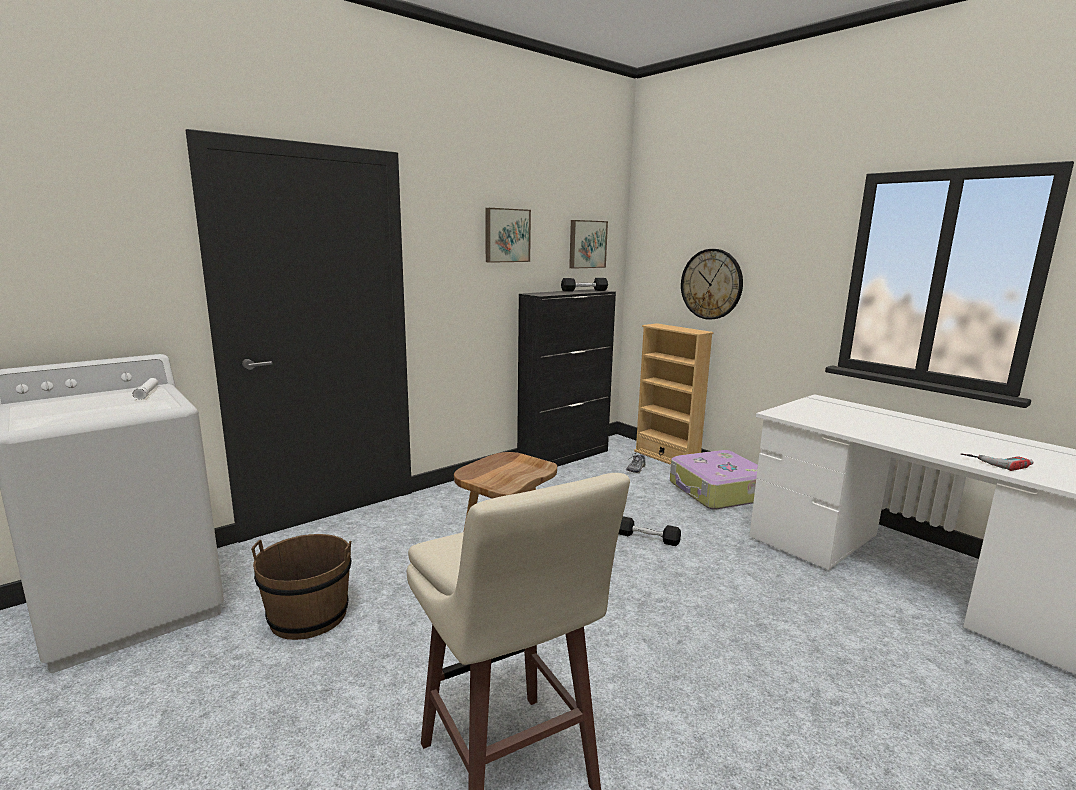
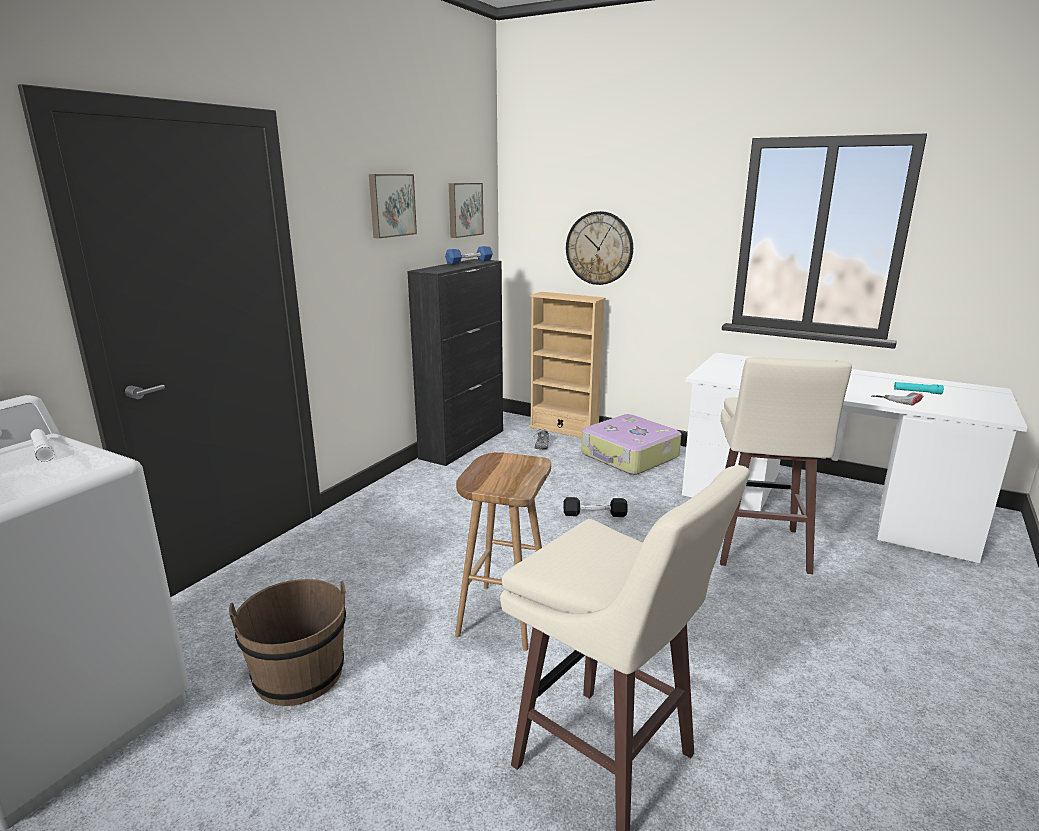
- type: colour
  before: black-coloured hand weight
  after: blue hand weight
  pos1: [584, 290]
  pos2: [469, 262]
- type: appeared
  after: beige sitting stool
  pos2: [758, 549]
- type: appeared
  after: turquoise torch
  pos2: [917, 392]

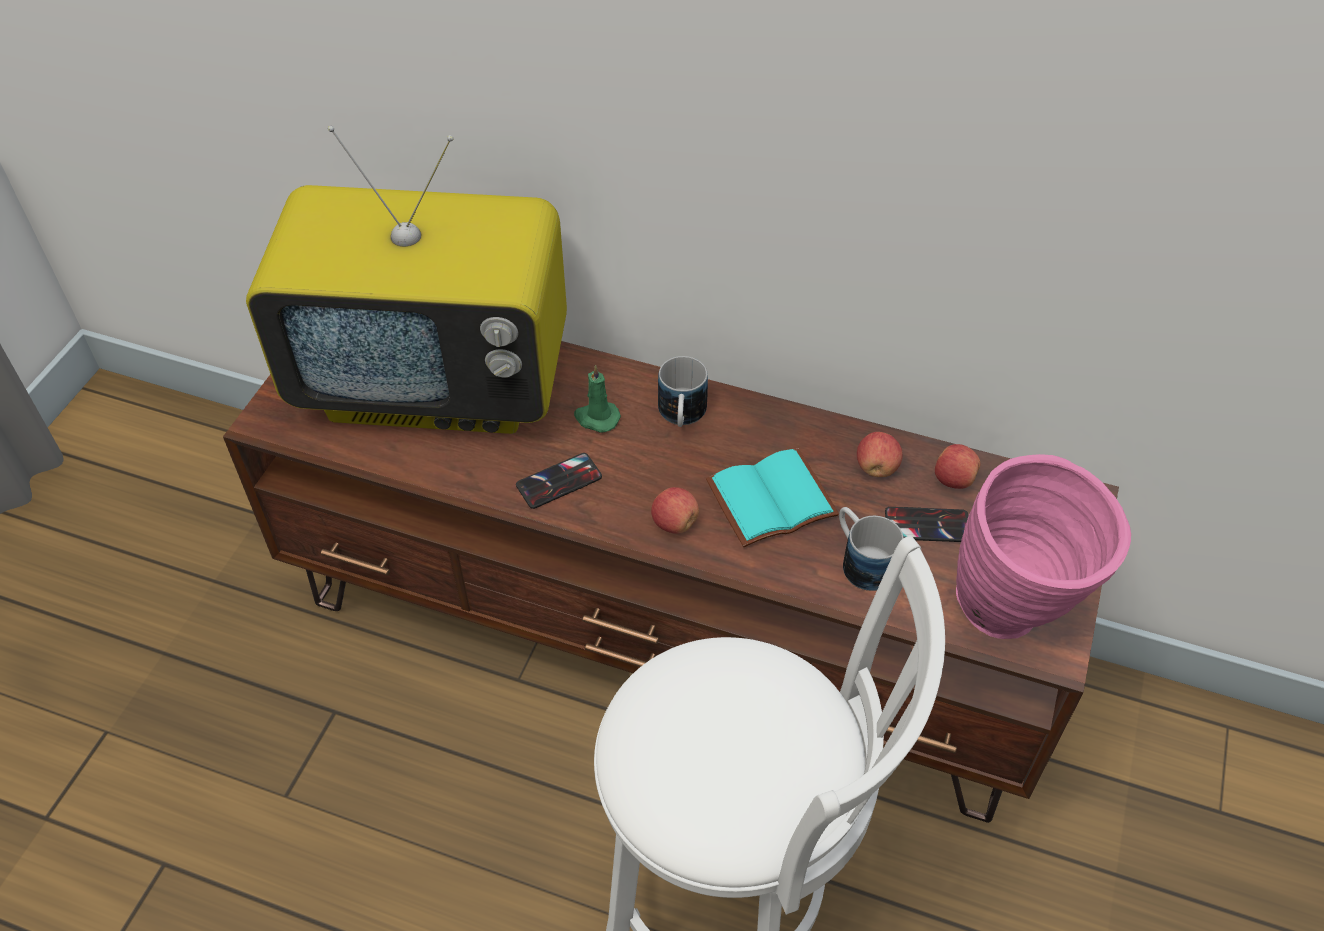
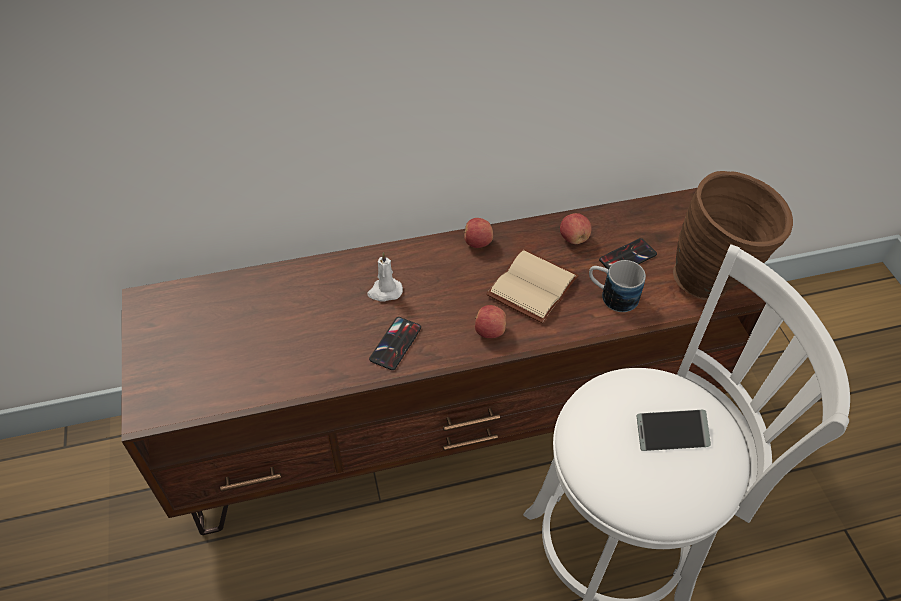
- type: missing
  before: TV set
  pos1: [437, 383]
- type: colour
  before: green-coloured candle
  after: white-coloured candle
  pos1: [596, 418]
  pos2: [384, 291]
- type: missing
  before: coffee mug
  pos1: [681, 416]
- type: colour
  before: turquoise book
  after: beige book
  pos1: [771, 496]
  pos2: [531, 285]
- type: relocated
  before: whole apple
  pos1: [953, 479]
  pos2: [477, 242]
- type: colour
  before: pink-coloured decorative vase
  after: brown decorative vase
  pos1: [1015, 615]
  pos2: [713, 283]
- type: appeared
  after: telephone
  pos2: [671, 434]

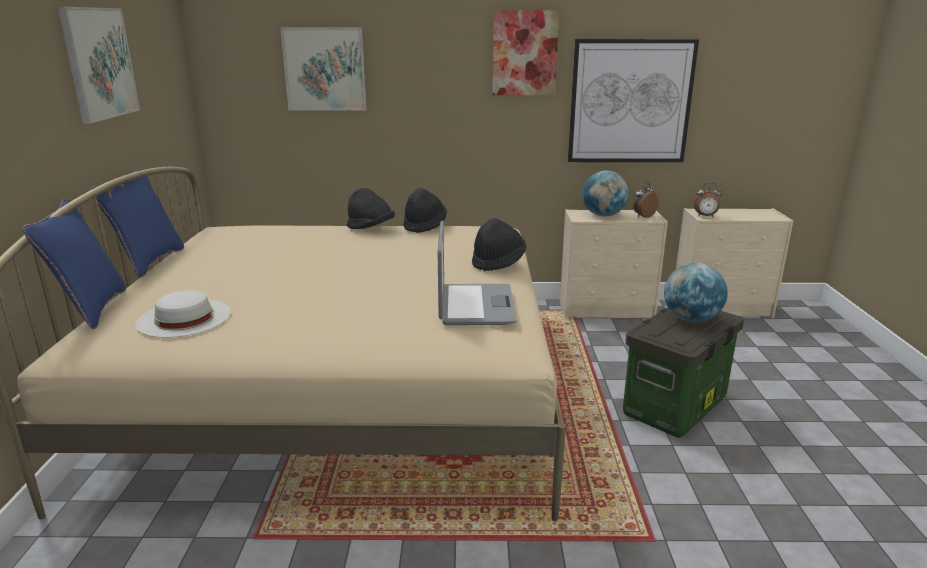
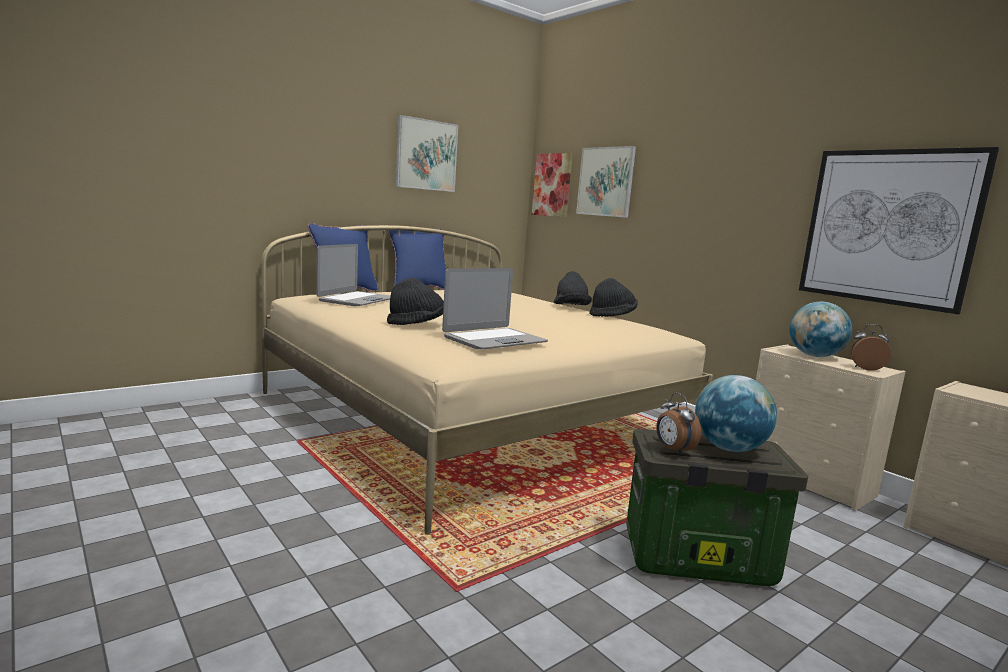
- type: exchanged
  before: white-coloured clothing hat
  after: notebook computer
  pos1: [184, 318]
  pos2: [357, 300]
- type: relocated
  before: black-coloured clothing hat
  pos1: [498, 262]
  pos2: [417, 325]
- type: relocated
  before: picture
  pos1: [524, 53]
  pos2: [552, 185]
- type: relocated
  before: alarm clock
  pos1: [705, 216]
  pos2: [673, 450]

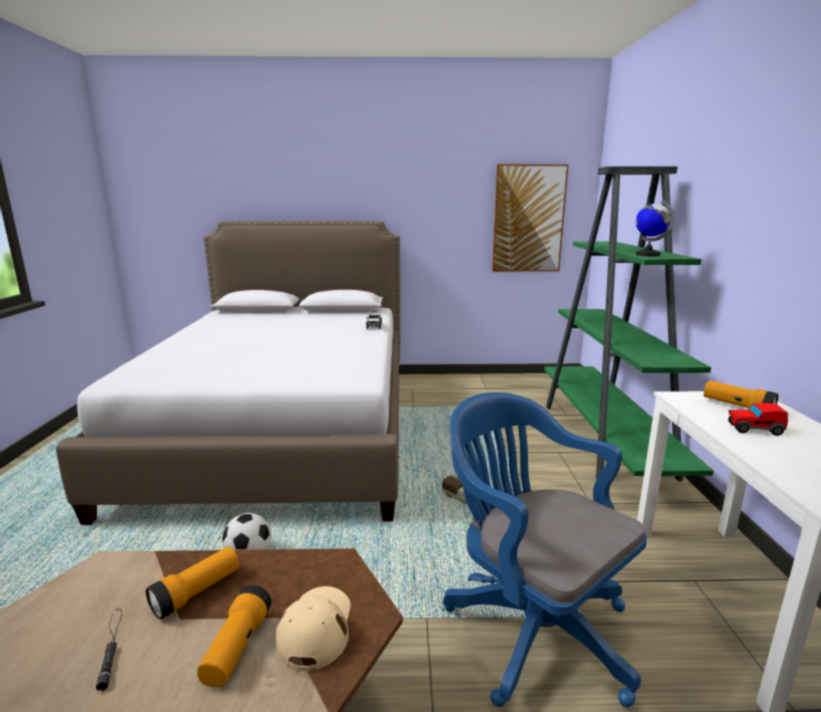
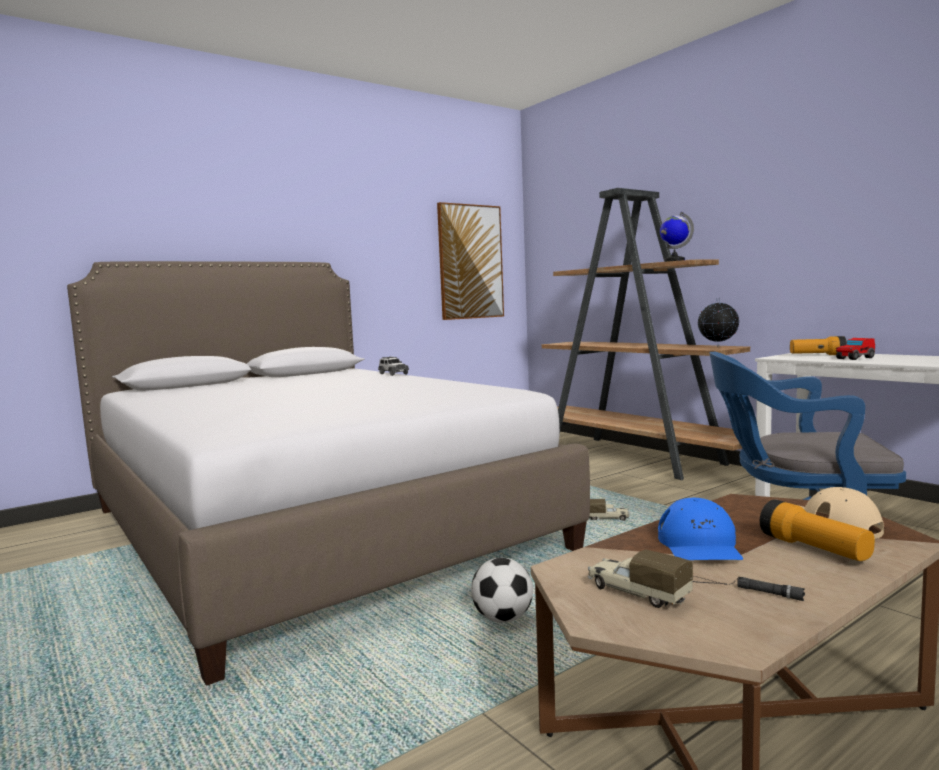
- type: exchanged
  before: torch
  after: blue peaked cap
  pos1: [197, 592]
  pos2: [700, 545]
- type: colour
  before: green-coloured shelving unit
  after: brown shelving unit
  pos1: [605, 440]
  pos2: [635, 457]
- type: appeared
  after: model truck
  pos2: [636, 593]
- type: appeared
  after: desk globe
  pos2: [717, 347]

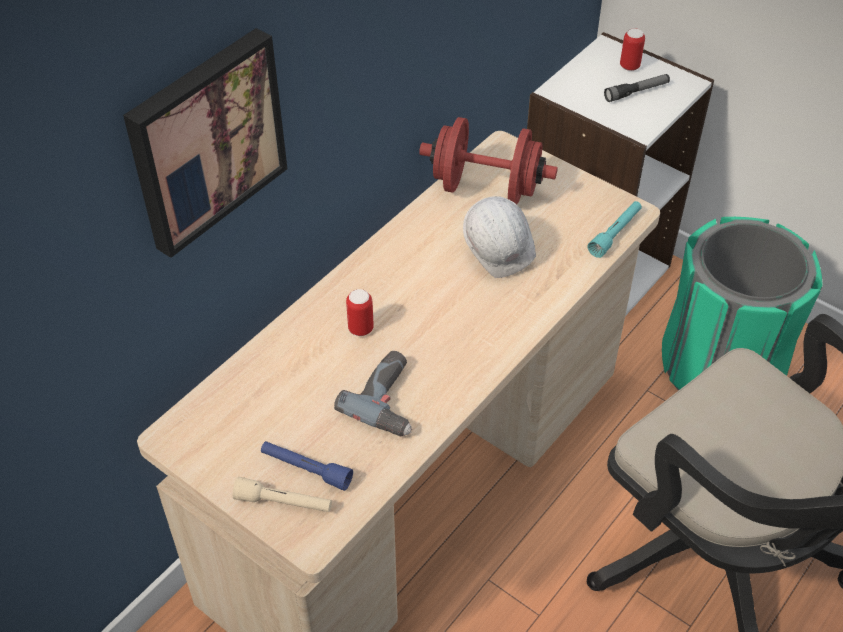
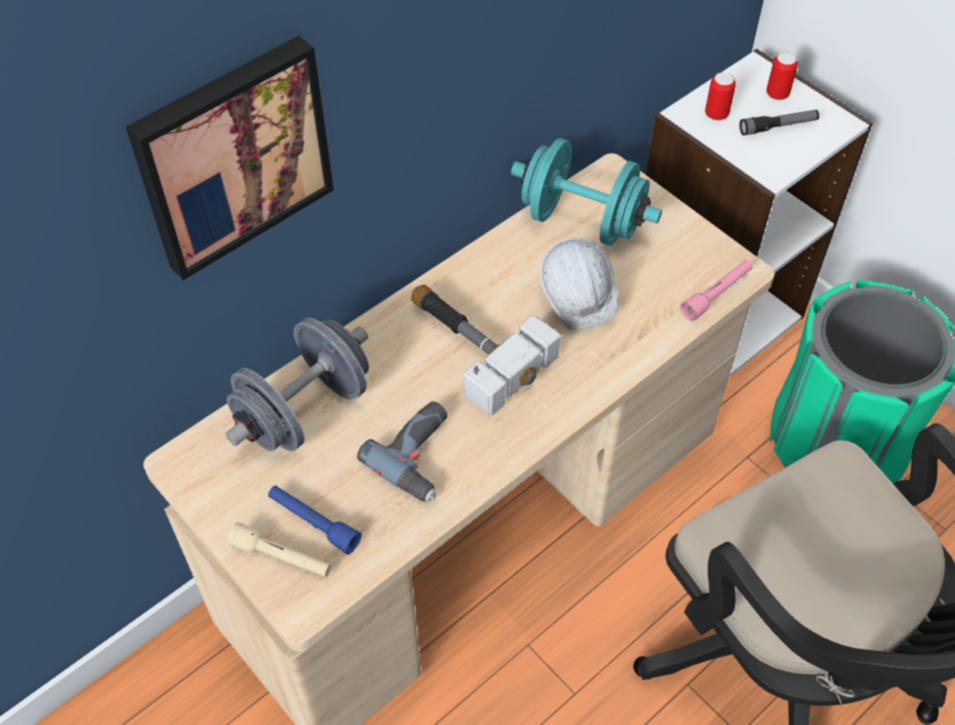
- type: relocated
  before: metal can
  pos1: [361, 329]
  pos2: [716, 114]
- type: colour
  before: red-coloured hand weight
  after: turquoise hand weight
  pos1: [486, 188]
  pos2: [582, 221]
- type: colour
  before: turquoise torch
  after: pink-coloured torch
  pos1: [615, 234]
  pos2: [716, 294]
- type: appeared
  after: greyish hand weight
  pos2: [304, 411]
- type: appeared
  after: hammer
  pos2: [471, 345]

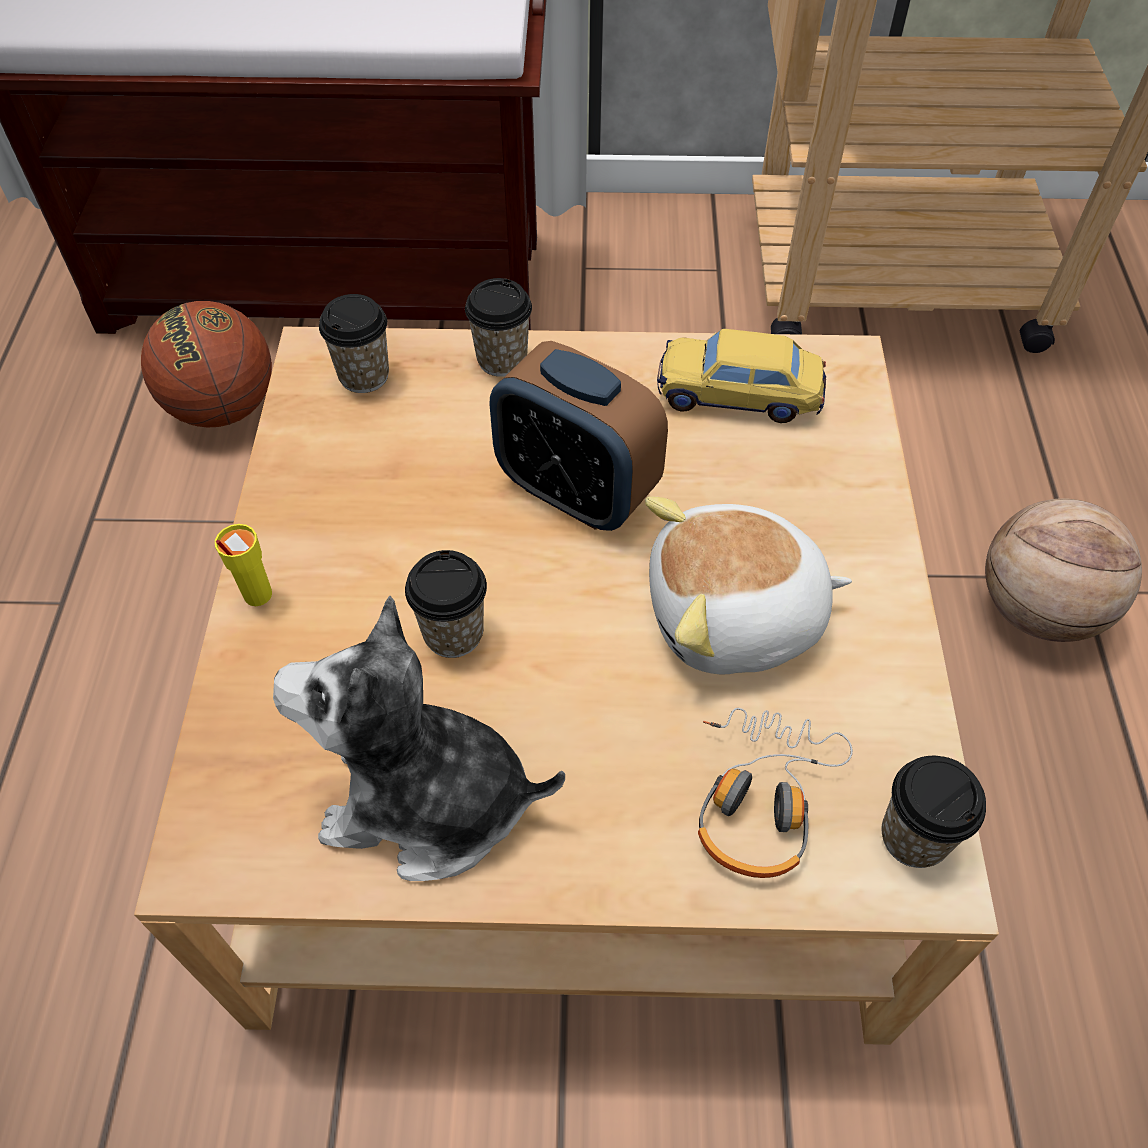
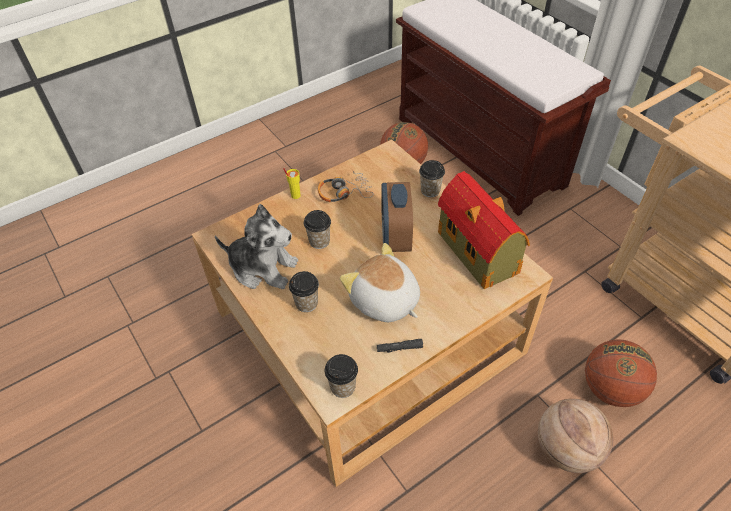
- type: spun
  before: plush toy
  pos1: [427, 802]
  pos2: [263, 268]
  turn: 135
- type: relocated
  before: small cup
  pos1: [364, 376]
  pos2: [306, 303]
- type: exchanged
  before: miniature car
  after: toy house
  pos1: [738, 396]
  pos2: [478, 254]
- type: relocated
  before: headphones
  pos1: [760, 799]
  pos2: [344, 192]
- type: appeared
  after: black-coloured torch
  pos2: [399, 348]
- type: appeared
  after: ball for basketball
  pos2: [610, 389]

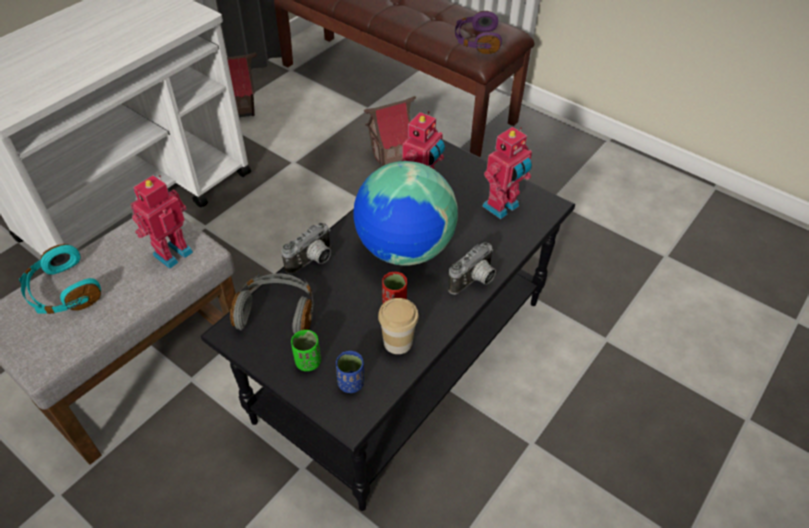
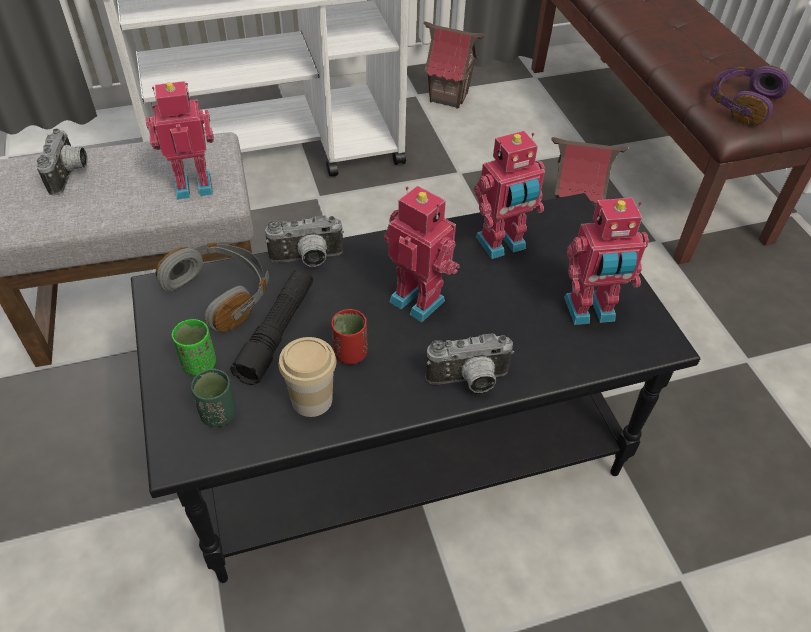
- type: exchanged
  before: turquoise headphones
  after: still camera
  pos1: [63, 292]
  pos2: [71, 175]
- type: colour
  before: blue small cup
  after: green-coloured small cup
  pos1: [351, 383]
  pos2: [219, 414]
- type: exchanged
  before: desk globe
  after: robot figure
  pos1: [404, 249]
  pos2: [419, 299]
- type: appeared
  after: black-coloured torch
  pos2: [277, 333]

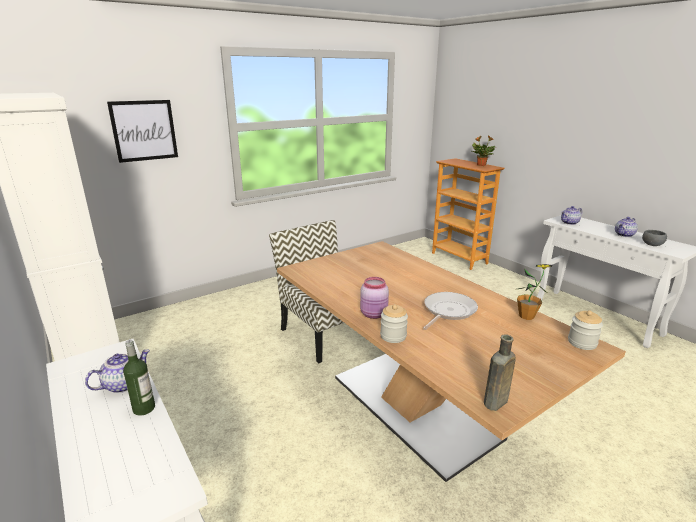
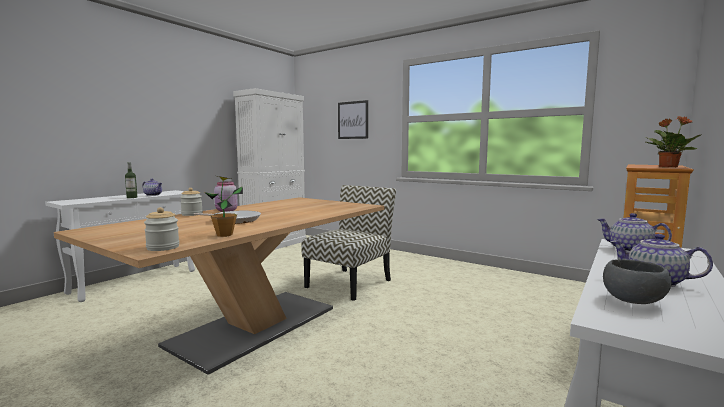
- type: missing
  before: brown bottle
  pos1: [494, 403]

